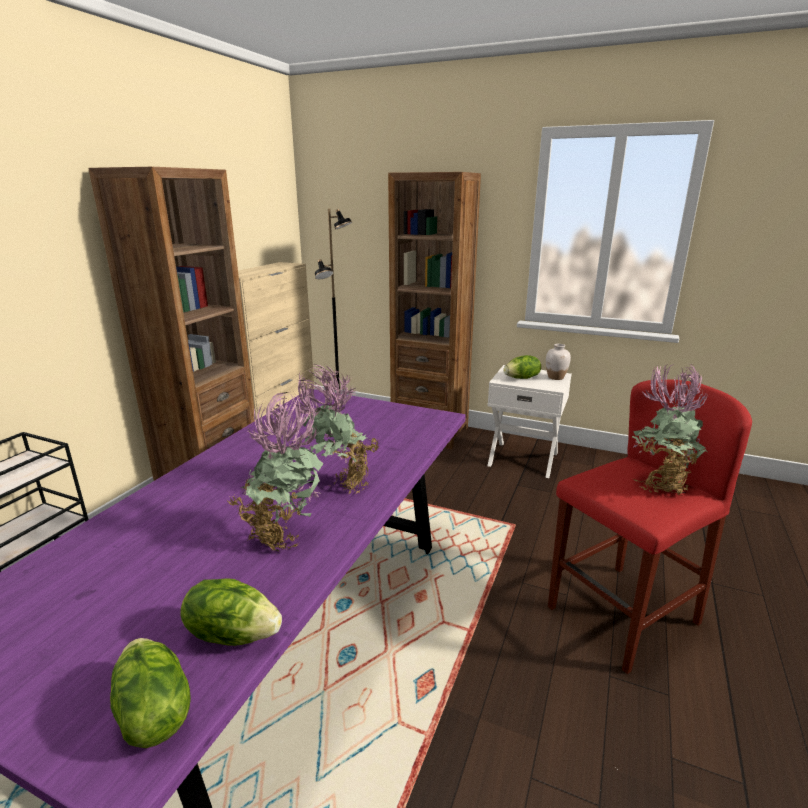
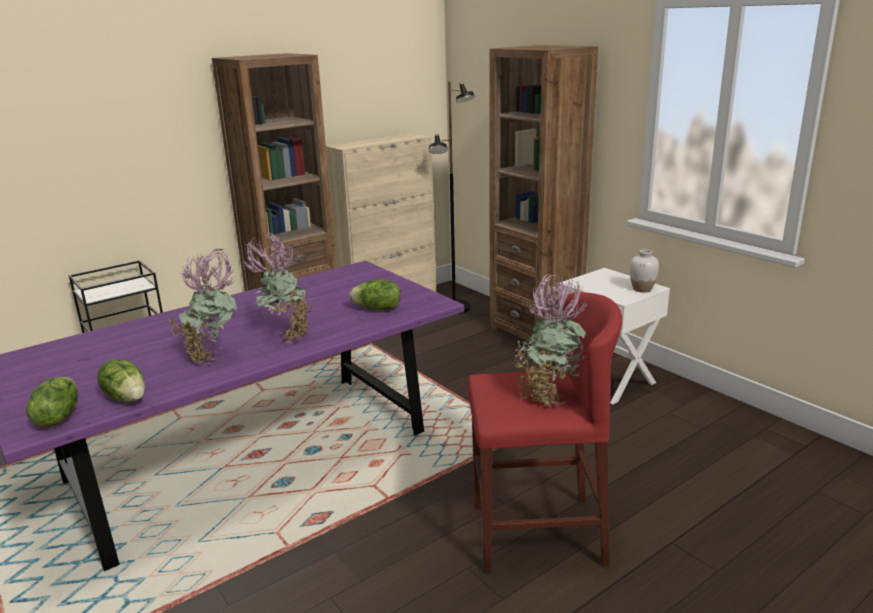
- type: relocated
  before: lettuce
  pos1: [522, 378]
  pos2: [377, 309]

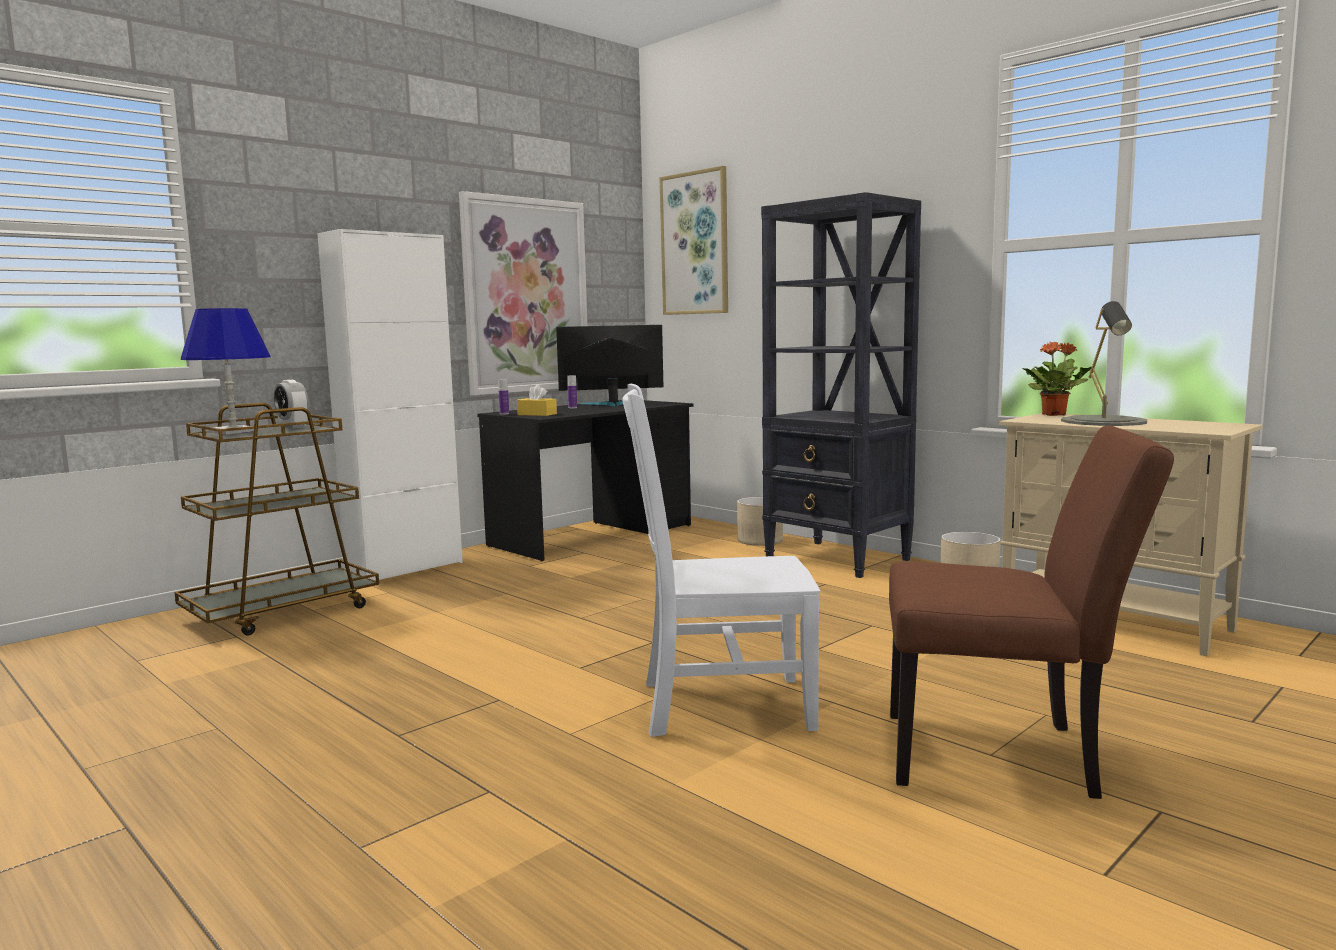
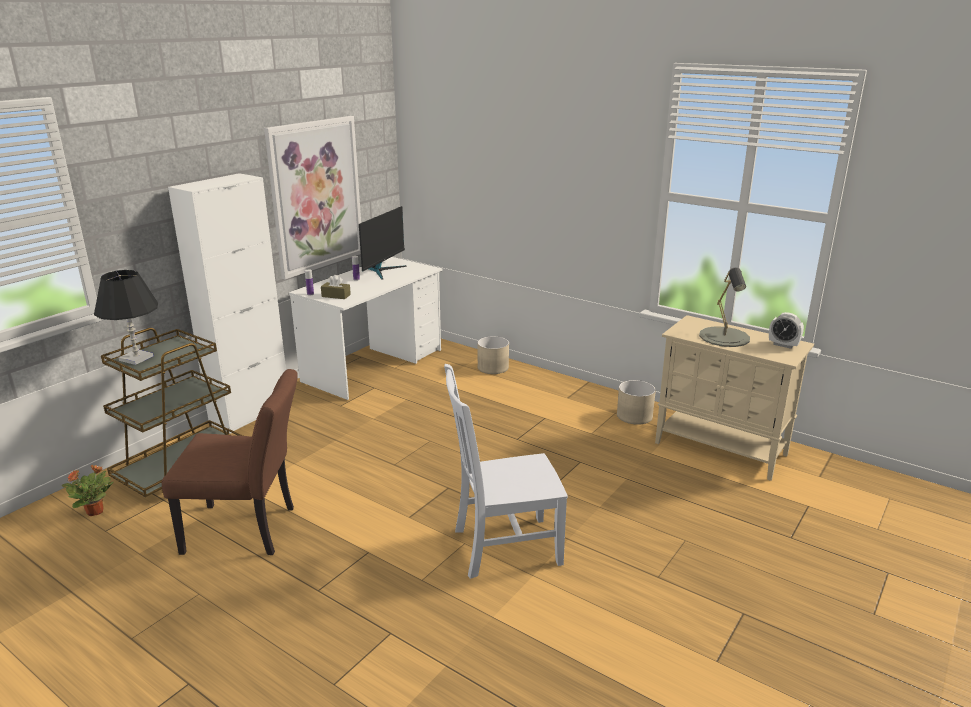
- type: colour
  before: blue lamp for a table
  after: black-coloured lamp for a table
  pos1: [233, 432]
  pos2: [136, 358]
- type: relocated
  before: alarm clock
  pos1: [293, 427]
  pos2: [783, 345]
- type: colour
  before: black-coloured desk table
  after: white-coloured desk table
  pos1: [593, 535]
  pos2: [374, 366]
- type: colour
  before: yellow-coloured box of tissues
  after: brown box of tissues
  pos1: [537, 414]
  pos2: [336, 296]
- type: spun
  before: monitor
  pos1: [612, 404]
  pos2: [383, 270]
  turn: 135
- type: missing
  before: picture
  pos1: [695, 244]
- type: missing
  before: black-coloured shelving unit
  pos1: [838, 559]
- type: relocated
  before: brown upright chair
  pos1: [1006, 756]
  pos2: [249, 530]
- type: relocated
  before: plant in a pot
  pos1: [1054, 414]
  pos2: [96, 511]

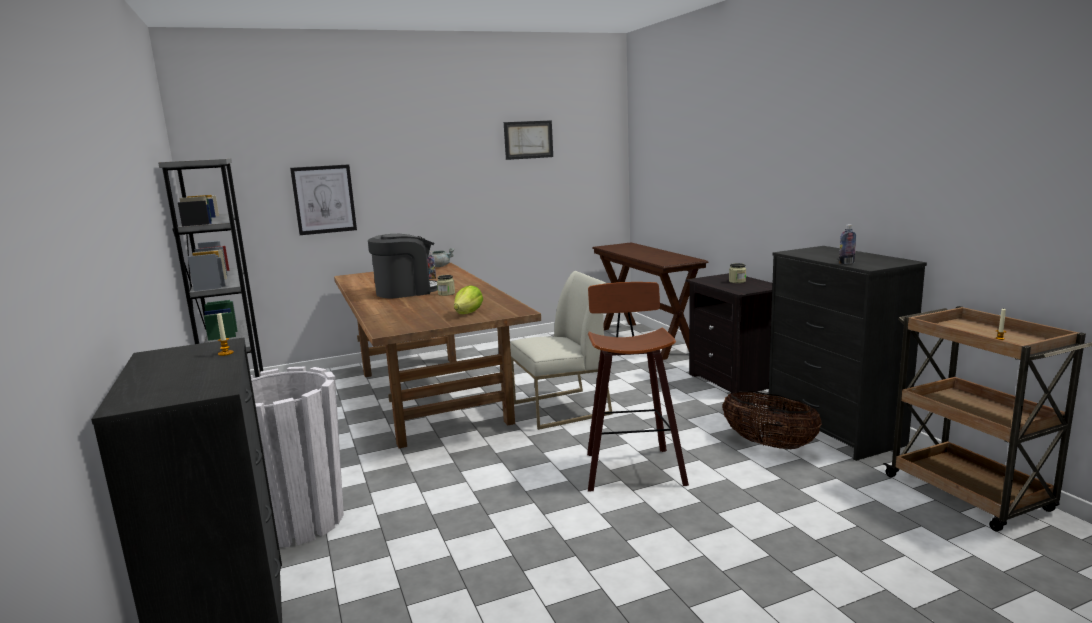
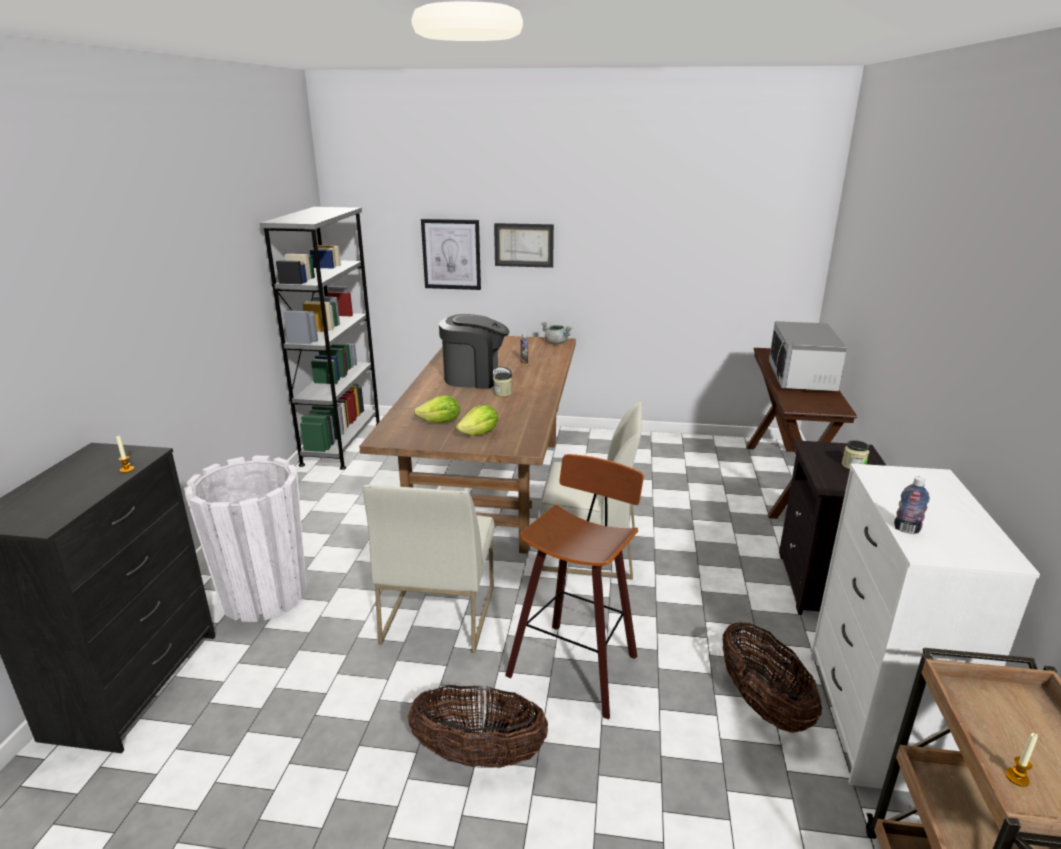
- type: relocated
  before: picture
  pos1: [528, 140]
  pos2: [524, 245]
- type: colour
  before: black-coloured chest of drawers
  after: white-coloured chest of drawers
  pos1: [833, 429]
  pos2: [873, 719]
- type: appeared
  after: white-coloured upright chair
  pos2: [438, 613]
- type: appeared
  after: basket
  pos2: [478, 755]
- type: appeared
  after: lettuce
  pos2: [440, 422]
- type: appeared
  after: kitchen microwave
  pos2: [802, 378]

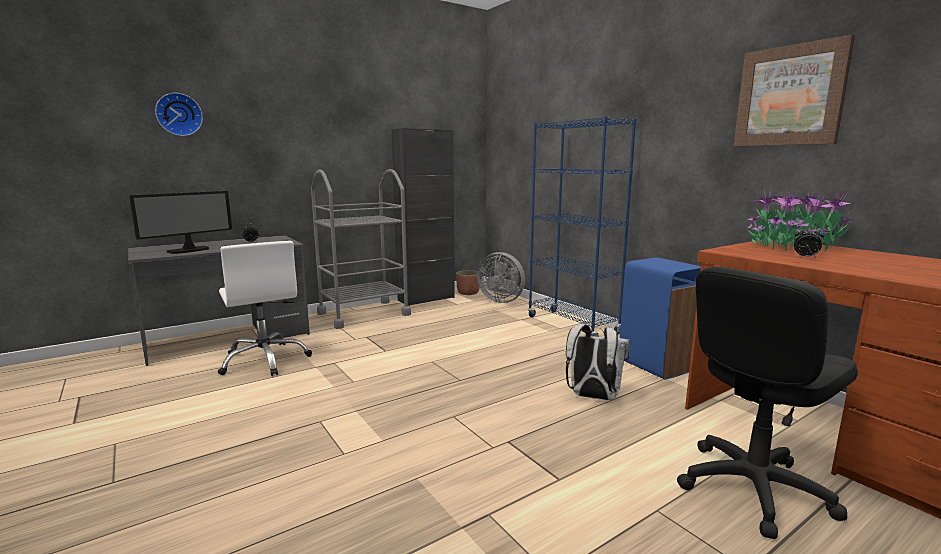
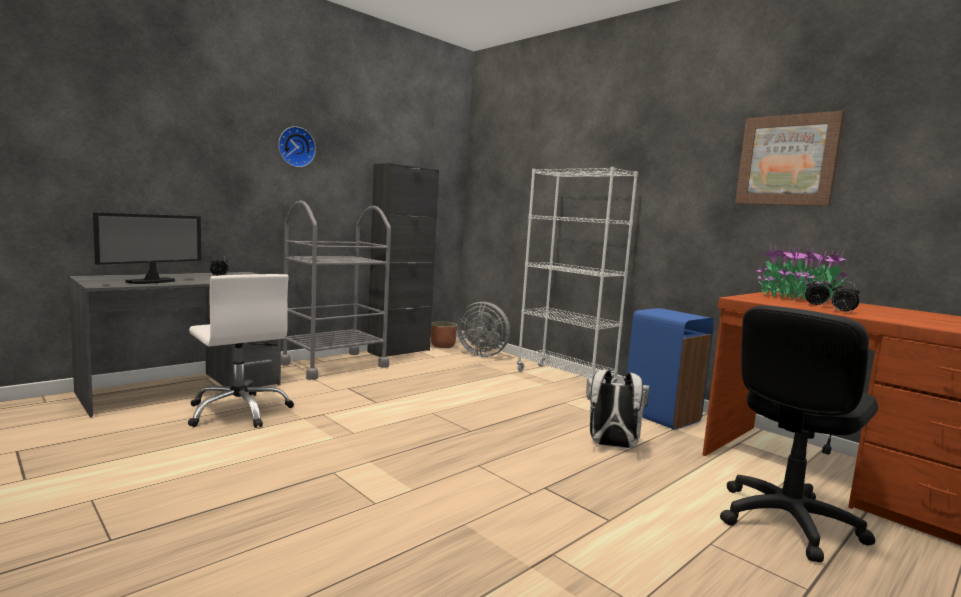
- type: relocated
  before: wall clock
  pos1: [179, 114]
  pos2: [295, 147]
- type: colour
  before: blue shelving unit
  after: white-coloured shelving unit
  pos1: [572, 325]
  pos2: [565, 379]
- type: appeared
  after: alarm clock
  pos2: [842, 312]

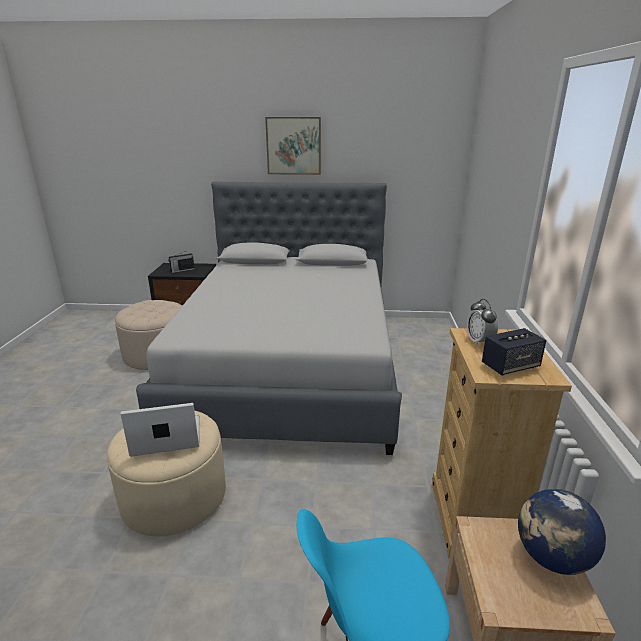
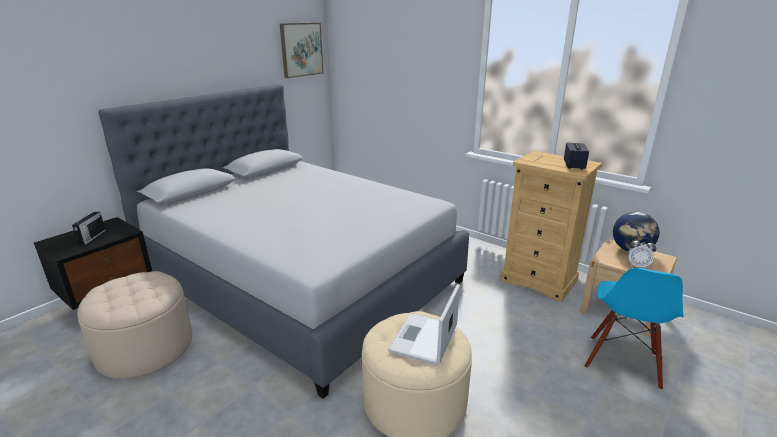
- type: relocated
  before: picture
  pos1: [293, 146]
  pos2: [301, 49]
- type: relocated
  before: alarm clock
  pos1: [479, 342]
  pos2: [637, 266]

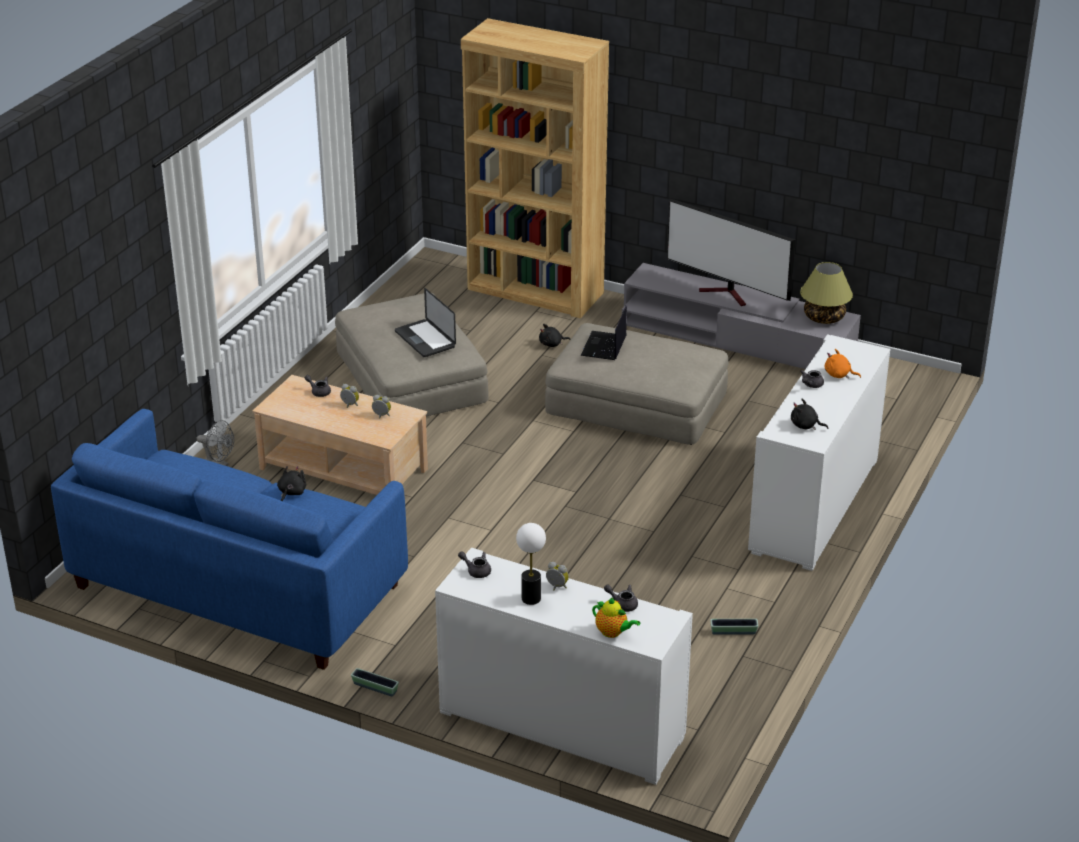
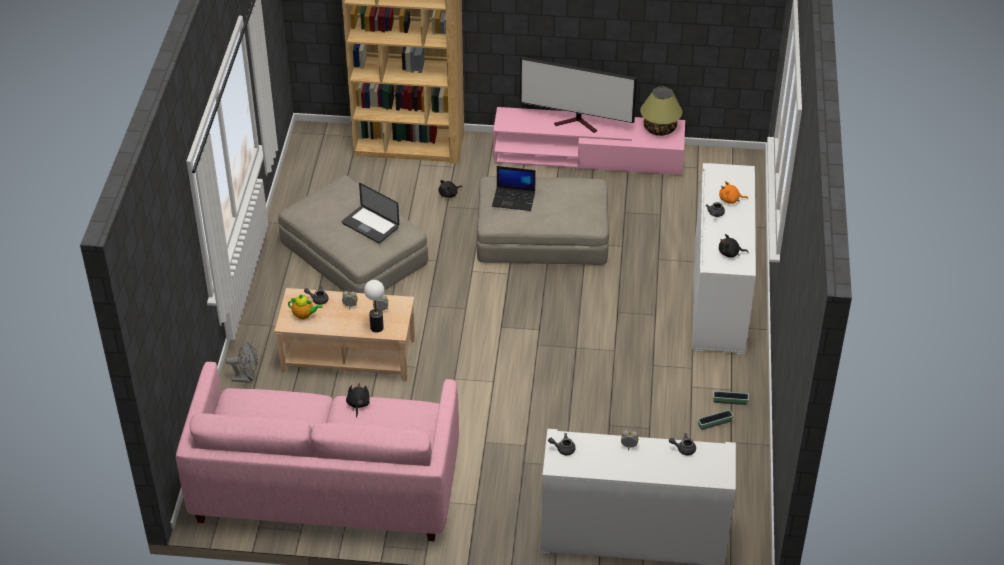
- type: colour
  before: blue couch
  after: pink-coloured couch
  pos1: [237, 586]
  pos2: [325, 486]
- type: relocated
  before: plant pot
  pos1: [375, 687]
  pos2: [730, 401]
- type: relocated
  before: lamp for a table
  pos1: [531, 598]
  pos2: [376, 327]
- type: spun
  before: notebook computer
  pos1: [604, 347]
  pos2: [514, 199]
  turn: -75
- type: relocated
  before: teapot
  pos1: [613, 632]
  pos2: [304, 315]
- type: colour
  before: greyish media console
  after: pink-coloured media console
  pos1: [736, 338]
  pos2: [588, 155]

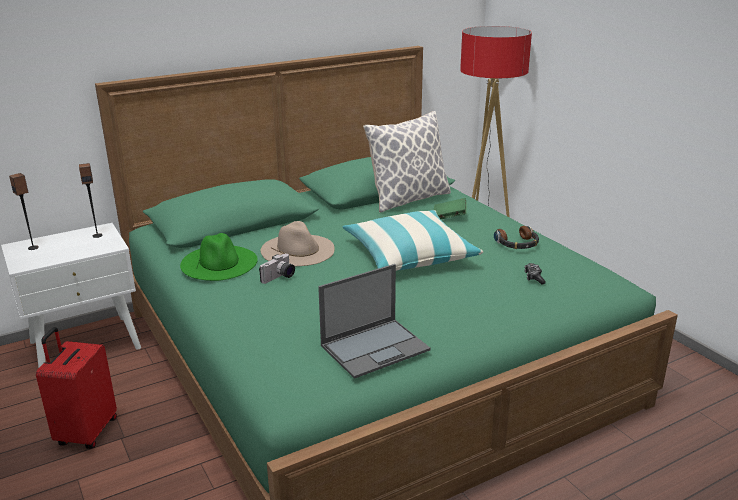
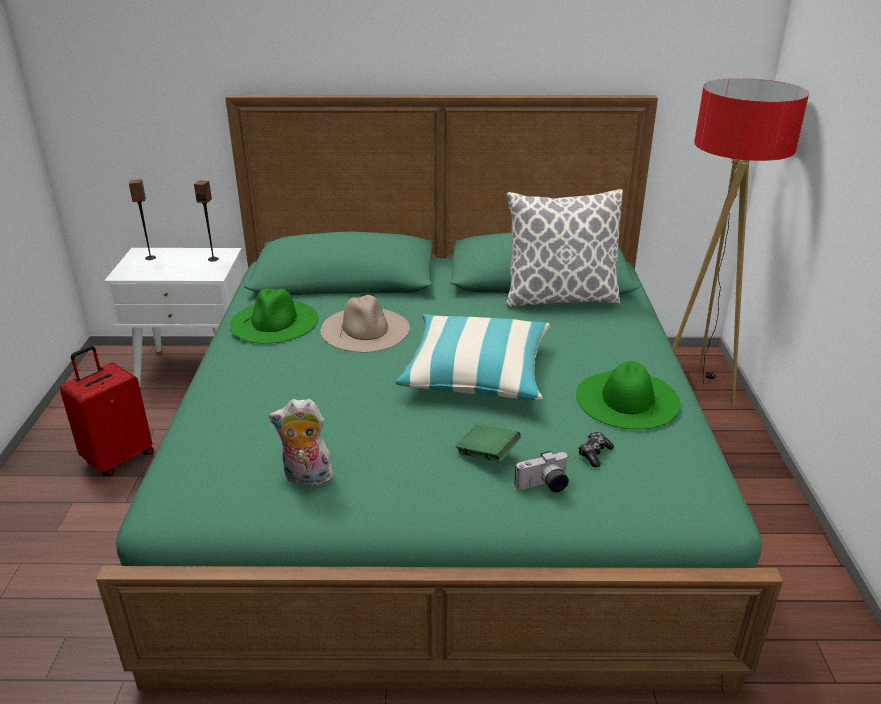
- type: relocated
  before: still camera
  pos1: [279, 278]
  pos2: [544, 486]
- type: exchanged
  before: notebook computer
  after: plush toy
  pos1: [376, 347]
  pos2: [306, 478]
- type: relocated
  before: green-coloured book
  pos1: [449, 217]
  pos2: [487, 454]
- type: exchanged
  before: headphones
  after: green-coloured clothing hat
  pos1: [517, 244]
  pos2: [627, 399]

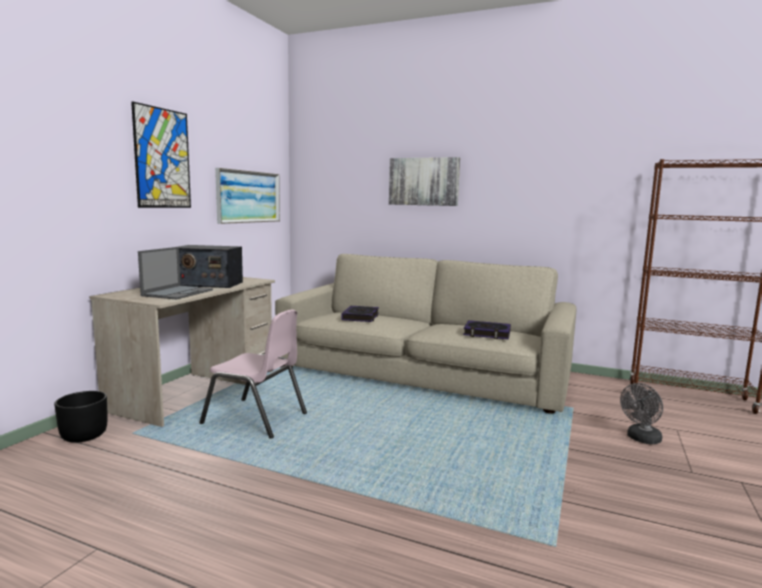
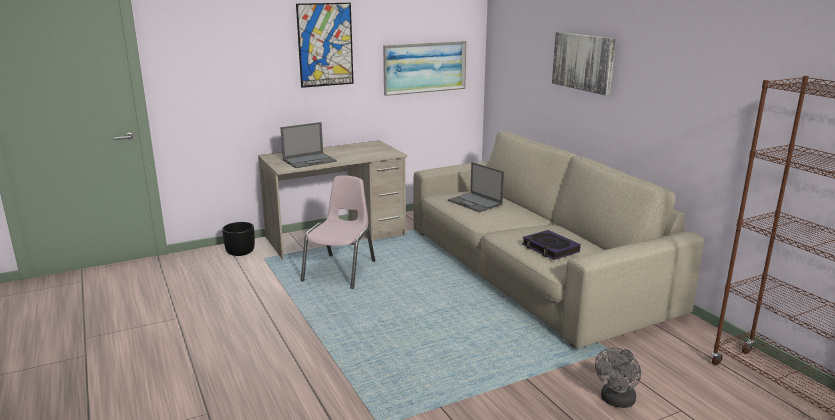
- type: missing
  before: radio receiver
  pos1: [208, 284]
- type: spun
  before: pink-coloured upright chair
  pos1: [255, 418]
  pos2: [340, 271]
  turn: -135
- type: exchanged
  before: book
  after: notebook computer
  pos1: [360, 317]
  pos2: [475, 202]
- type: spun
  before: greyish fan
  pos1: [641, 439]
  pos2: [616, 401]
  turn: -60

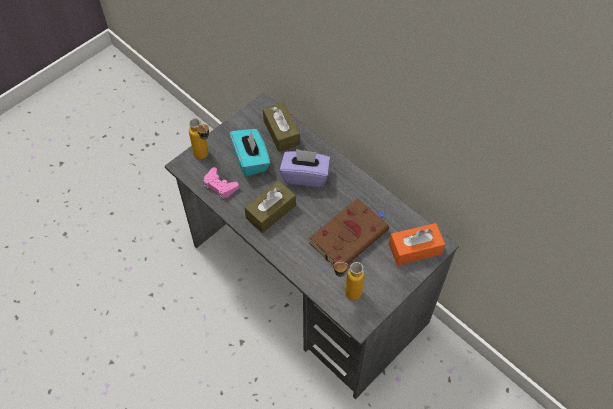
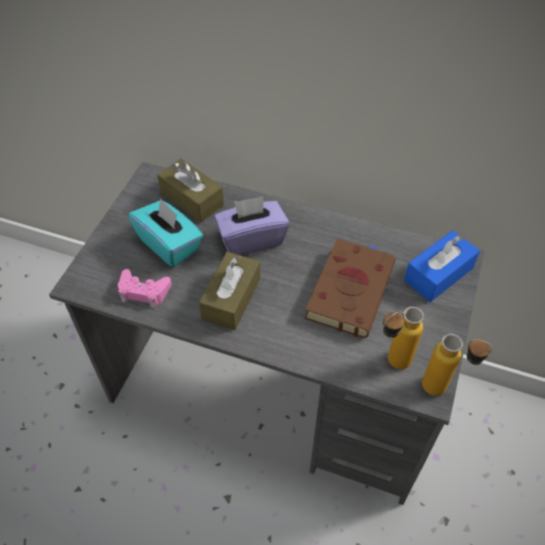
- type: relocated
  before: bottle
  pos1: [205, 157]
  pos2: [444, 389]
- type: colour
  before: orange-coloured box of tissues
  after: blue box of tissues
  pos1: [415, 249]
  pos2: [438, 274]

